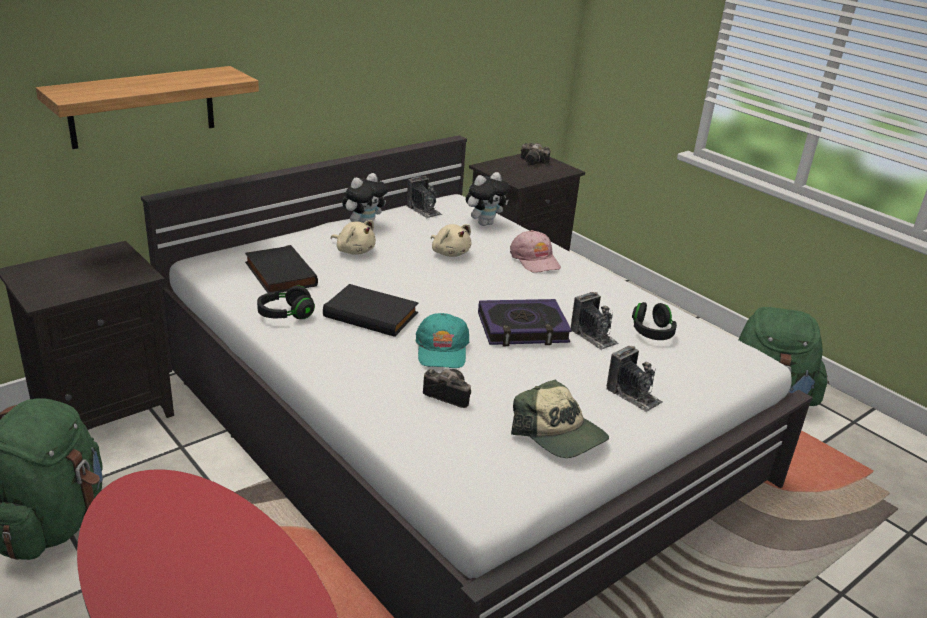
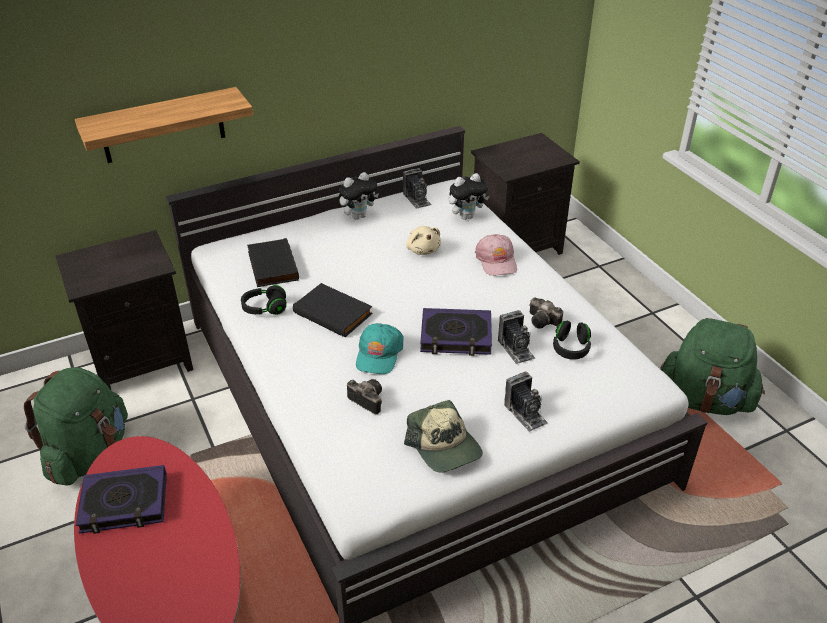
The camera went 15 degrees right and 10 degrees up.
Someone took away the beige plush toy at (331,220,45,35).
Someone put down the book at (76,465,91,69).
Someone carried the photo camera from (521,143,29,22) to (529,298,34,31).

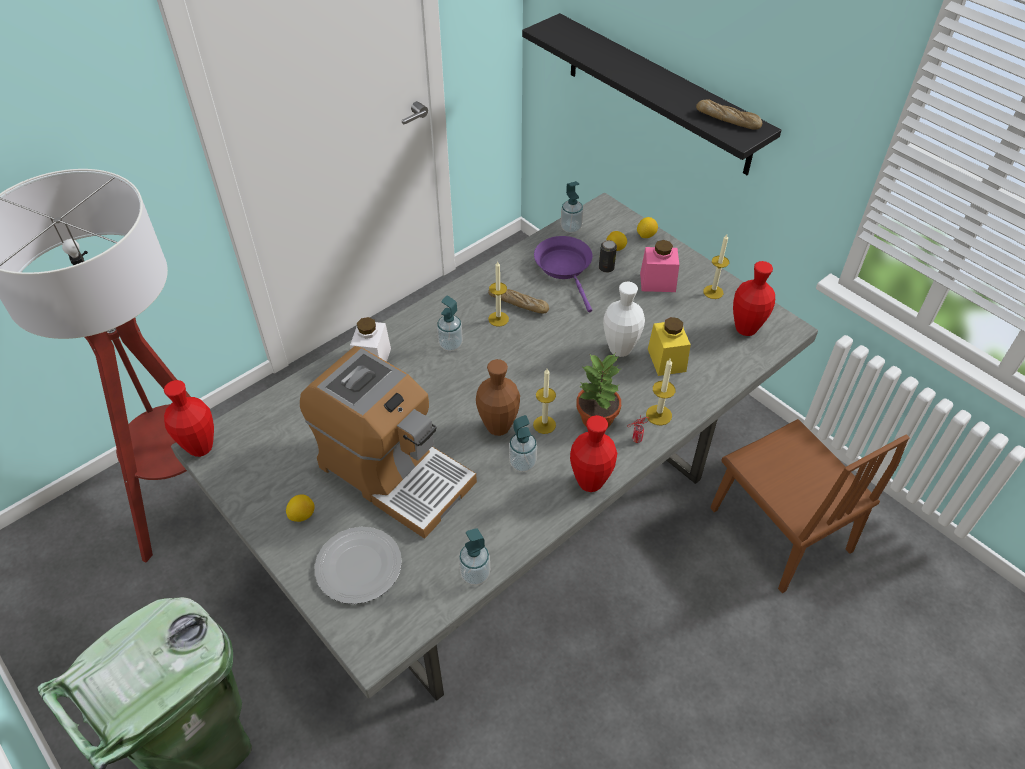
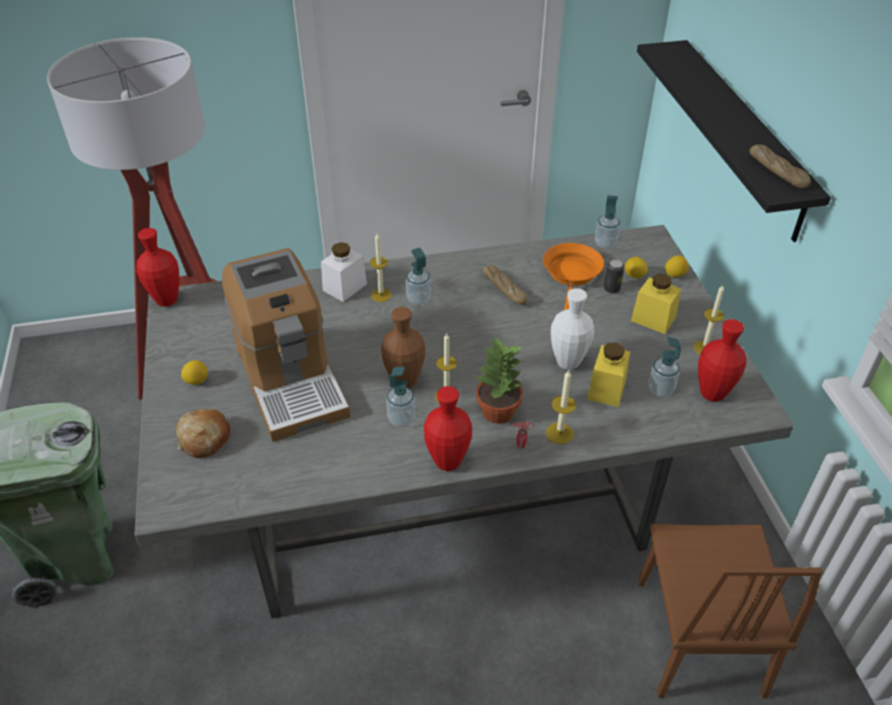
The camera went 30 degrees right and 5 degrees down.
Someone carried the soap dispenser from (459,528,31,57) to (648,337,33,60).
Someone carried the candle from (488,261,21,65) to (370,234,21,68).
Someone swapped the plate at (315,527,87,77) for the bread at (176,409,54,49).
Someone repainted the purple frying pan at (534,236,58,76), which became the orange frying pan at (543,243,61,67).
Someone repainted the pink jar at (640,240,39,52), which became the yellow jar at (631,273,50,61).

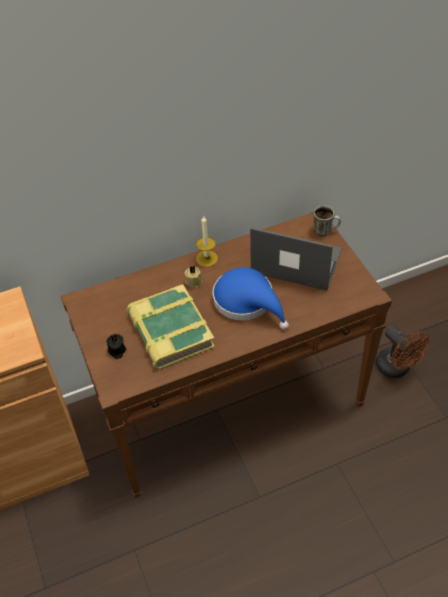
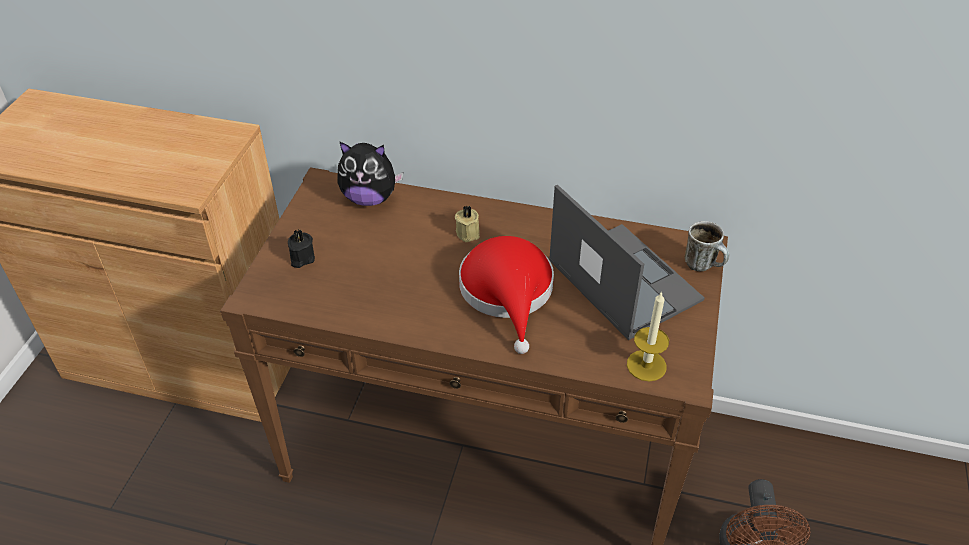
The camera went 35 degrees right and 5 degrees down.
Someone took away the book at (126,284,89,86).
Someone put down the plush toy at (337,141,66,65).
Someone carried the candle from (196,215,22,52) to (627,291,42,91).
Someone repainted the blue hat at (213,267,76,63), which became the red hat at (459,236,95,118).

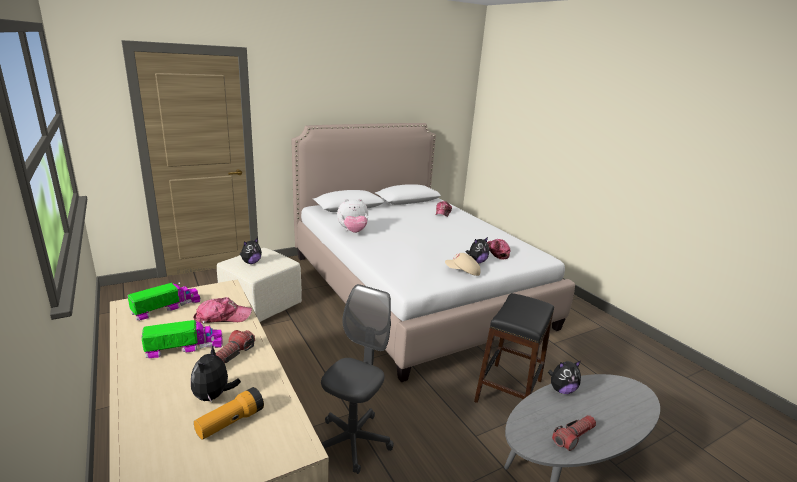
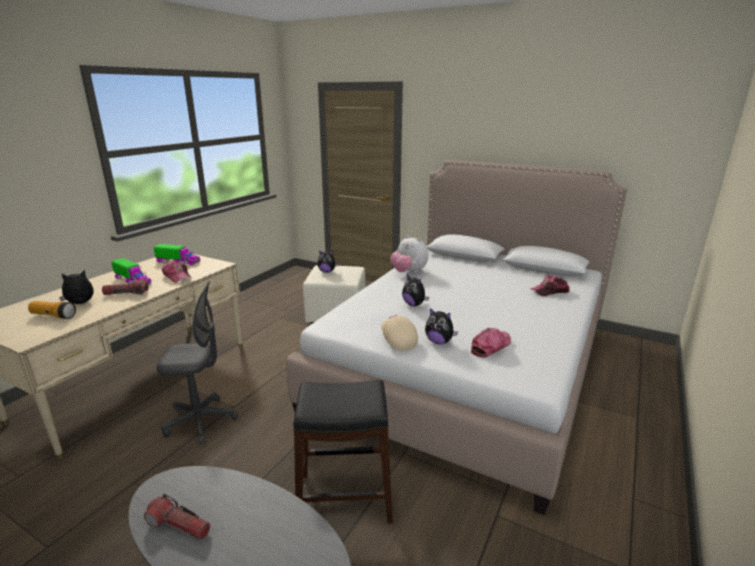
The camera went 60 degrees right and 0 degrees up.
Someone carried the plush toy from (548,361,33,33) to (402,274,27,32).

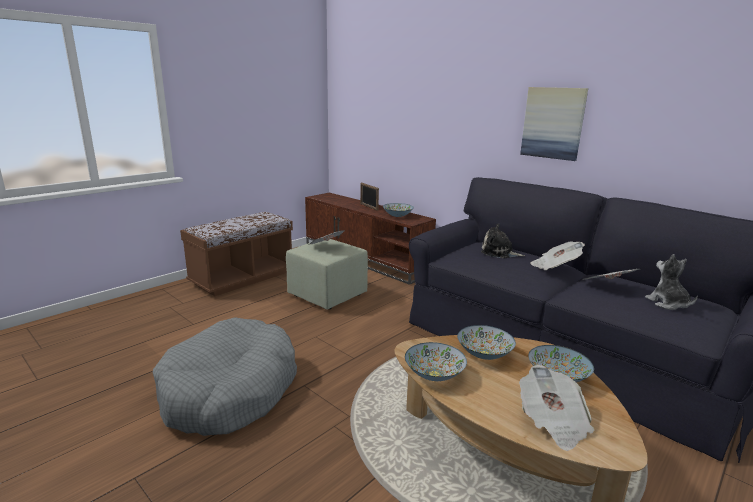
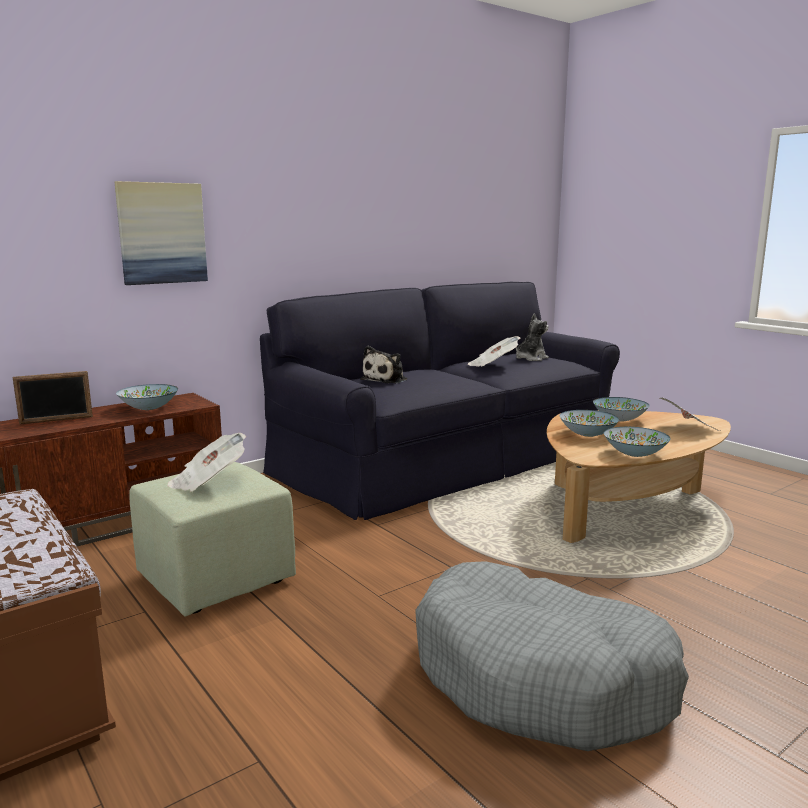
The camera went 80 degrees left and 5 degrees down.
Someone took away the newspaper at (530,241,55,29).
Someone carried the picture from (520,87,68,74) to (114,181,94,104).
Someone rotated the plush toy at (645,254,53,56) by 150 degrees clockwise.

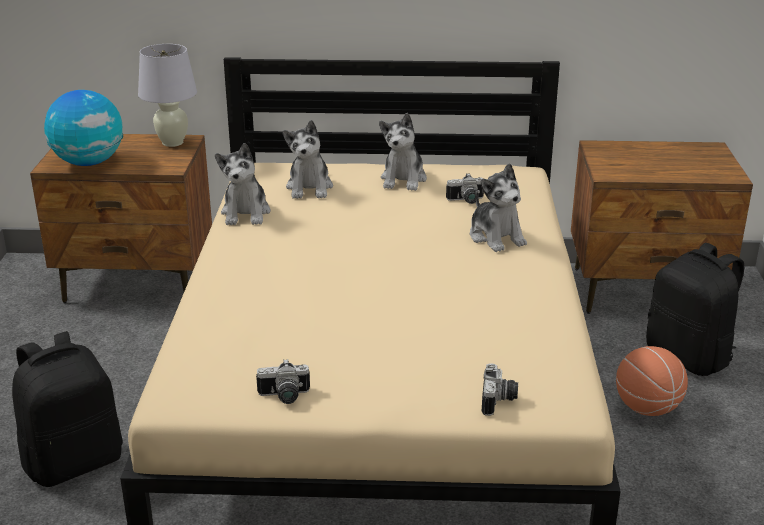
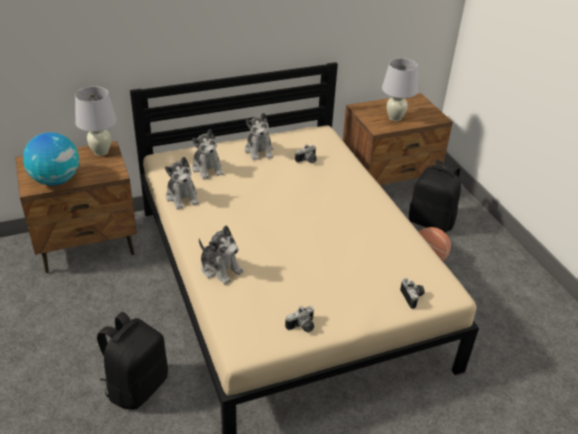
The camera went 25 degrees left and 10 degrees up.
Someone put down the white table lamp at (382,58,36,63).
Someone carried the plush toy from (470,163,57,89) to (199,225,45,60).

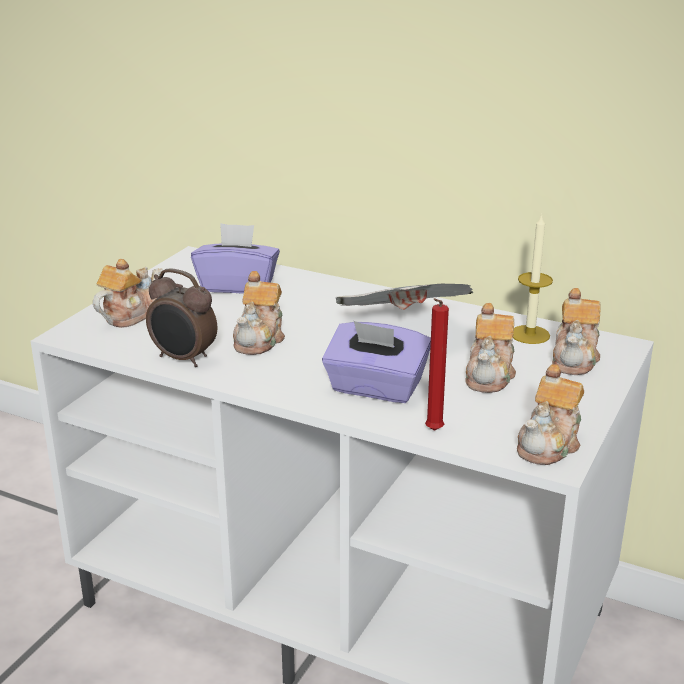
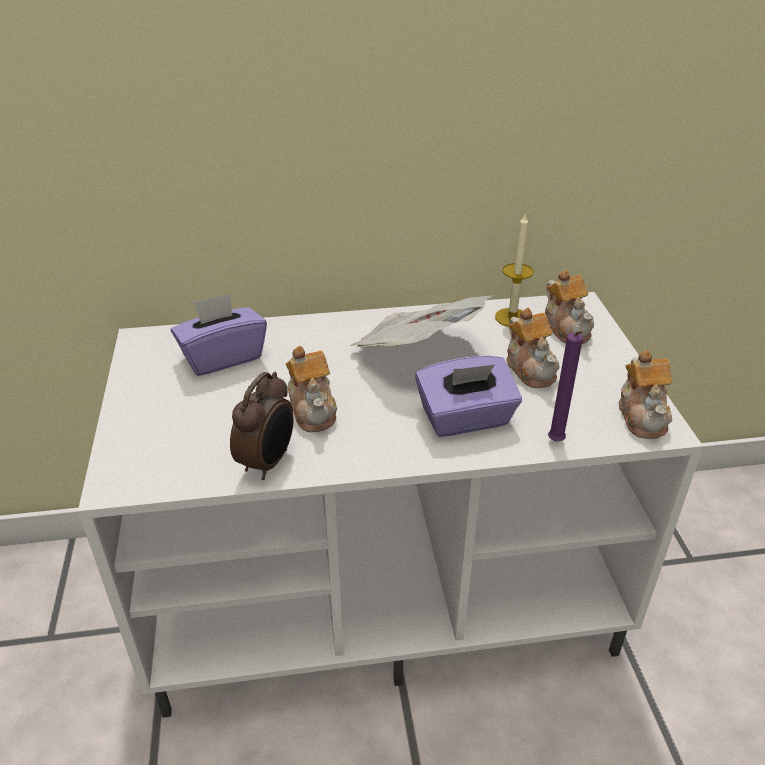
The camera went 35 degrees left and 10 degrees up.
Someone took away the teapot at (93,259,70,69).
Someone repainted the red candle at (425,298,24,133), which became the purple candle at (548,331,35,110).
Someone rotated the alarm clock at (146,268,71,99) by 60 degrees counterclockwise.

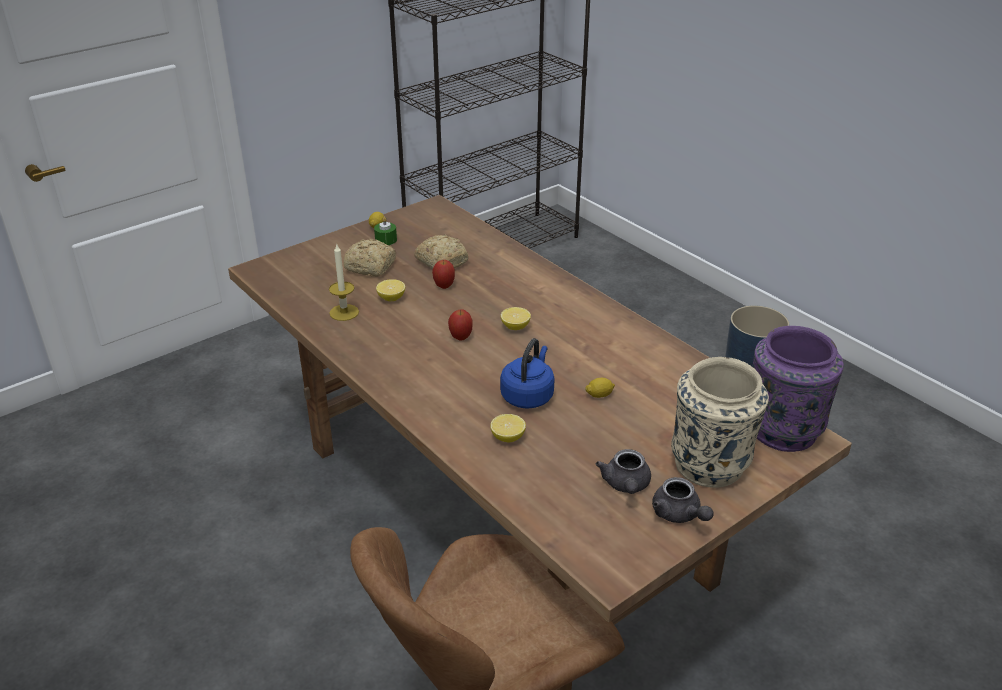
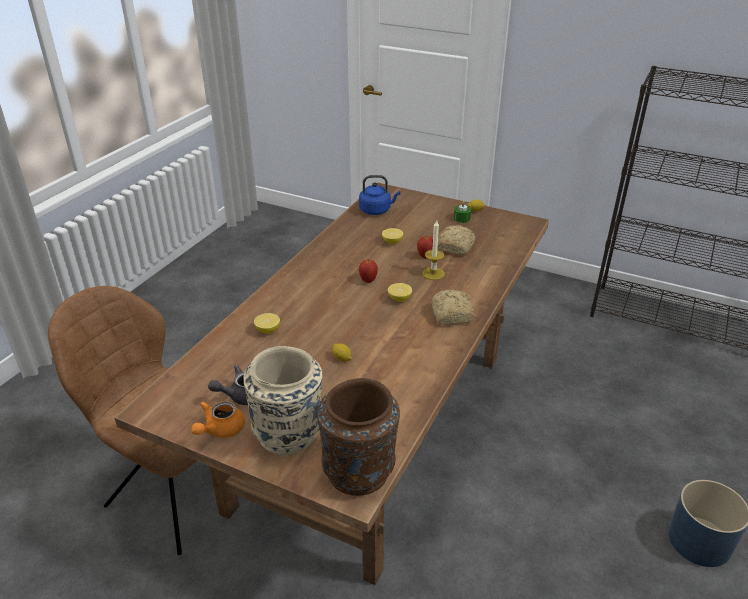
The camera went 65 degrees right and 0 degrees up.
Someone carried the candle from (329,243,30,78) to (422,220,23,60).
Someone carried the bread from (344,239,52,38) to (432,290,43,35).
Someone carried the blue kettle from (500,338,55,71) to (359,175,42,40).
Someone repainted the grey teapot at (652,477,62,46), which became the orange teapot at (191,401,54,37).
Someone repainted the purple vase at (752,326,92,126), which became the brown vase at (317,378,83,118).

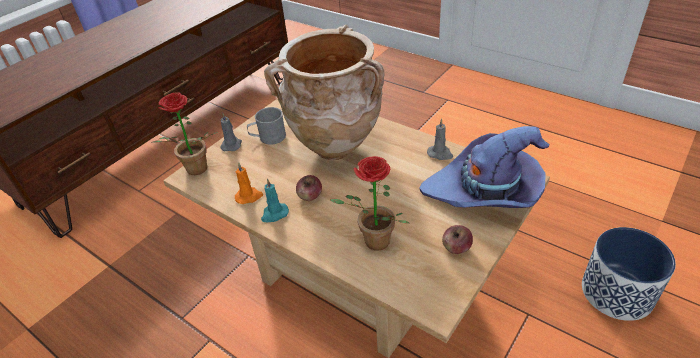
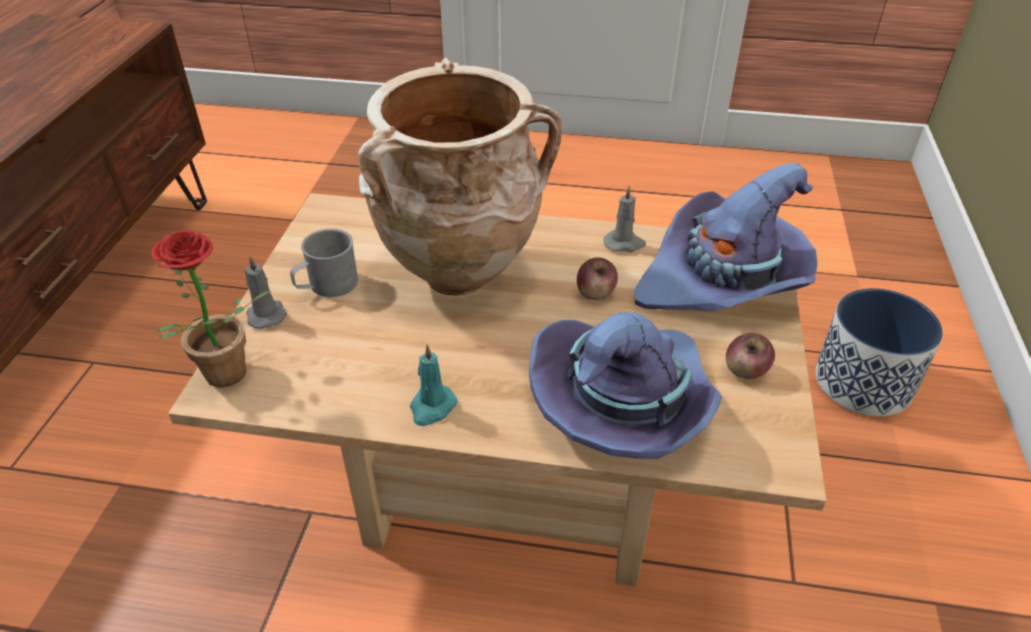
The camera went 30 degrees left and 0 degrees up.
Someone took away the orange candle at (235,162,28,42).
Someone carried the apple from (296,175,26,26) to (577,257,41,43).
Someone swapped the potted plant at (330,156,80,95) for the purple hat at (529,312,193,147).

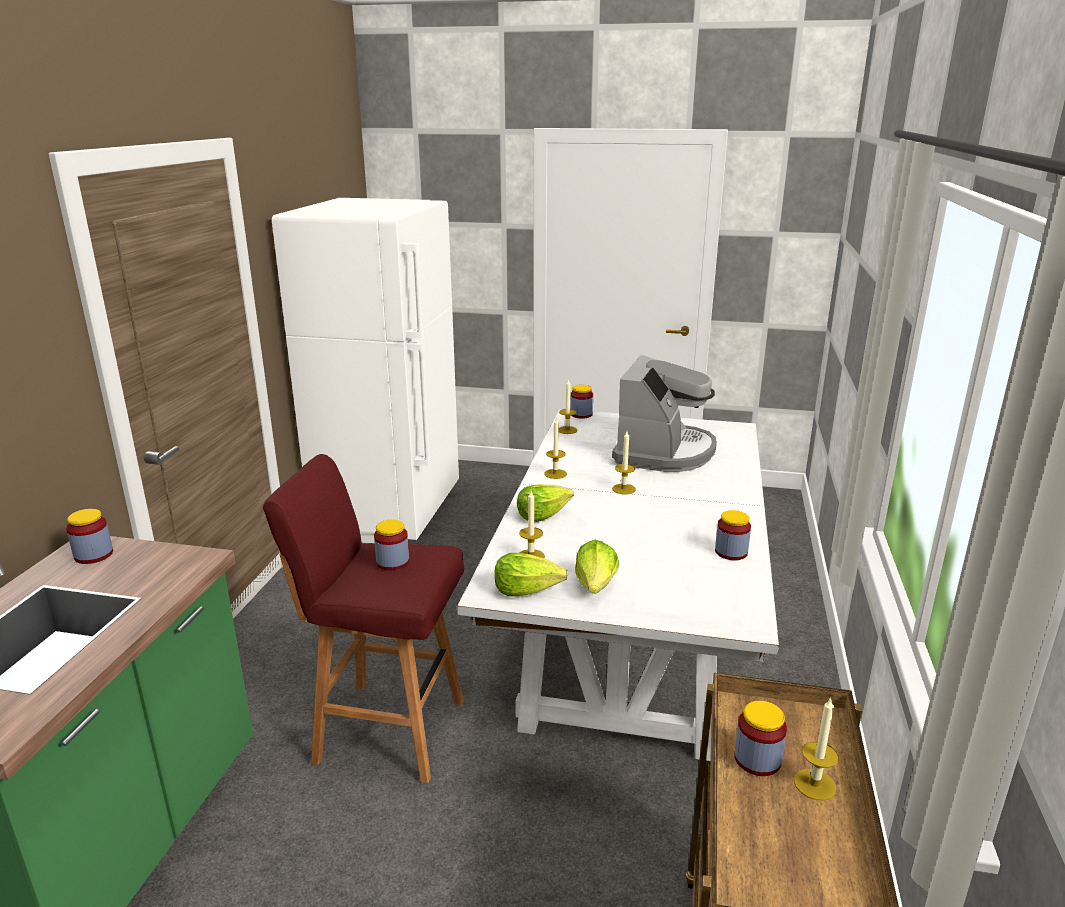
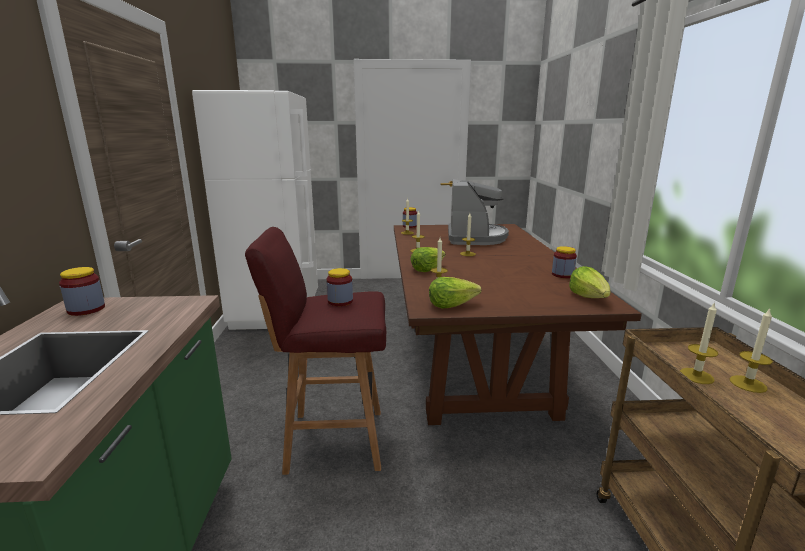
The camera went 15 degrees left and 5 degrees down.
Someone carried the lettuce from (575,540,44,53) to (569,266,42,32).
Someone swapped the jar at (734,701,53,75) for the candle at (680,302,38,82).
Someone repainted the white dining table at (457,409,322,352), which became the brown dining table at (394,224,248,201).

